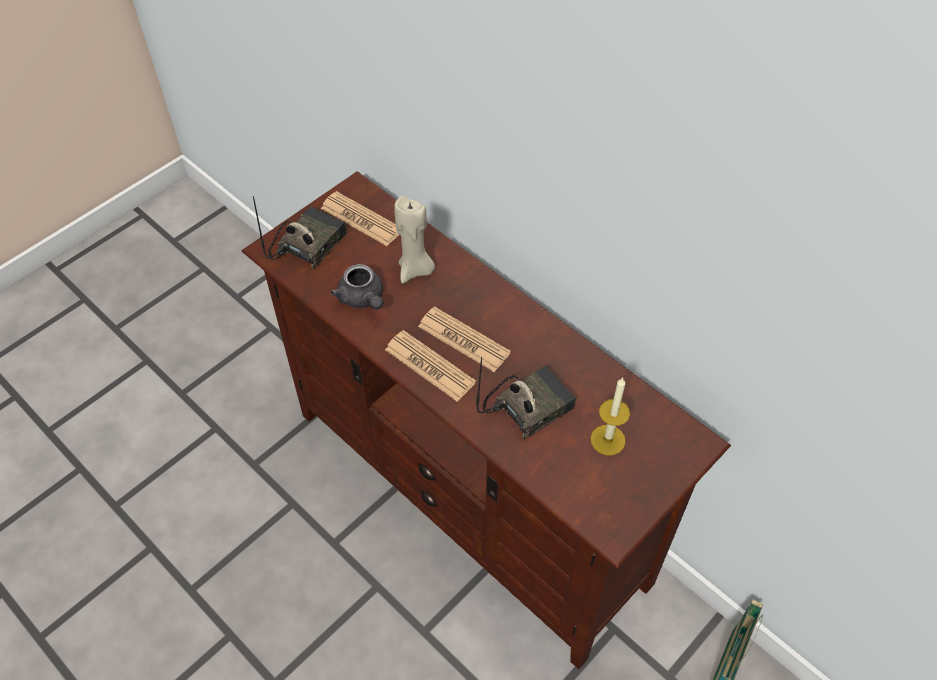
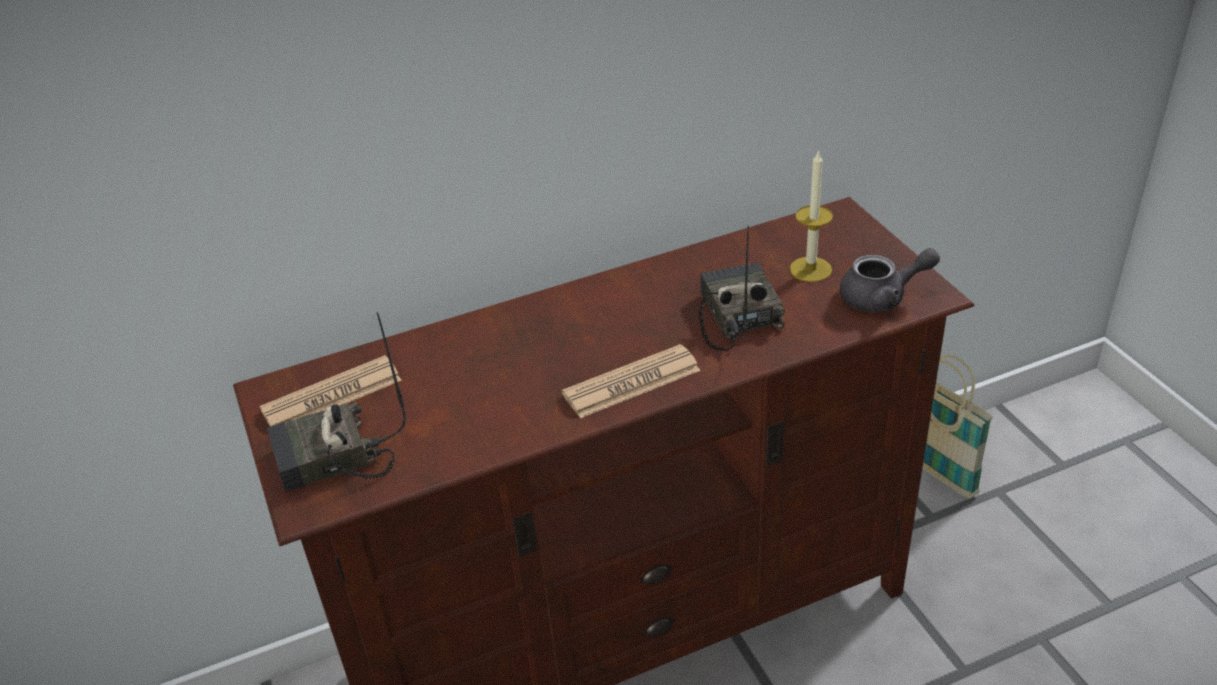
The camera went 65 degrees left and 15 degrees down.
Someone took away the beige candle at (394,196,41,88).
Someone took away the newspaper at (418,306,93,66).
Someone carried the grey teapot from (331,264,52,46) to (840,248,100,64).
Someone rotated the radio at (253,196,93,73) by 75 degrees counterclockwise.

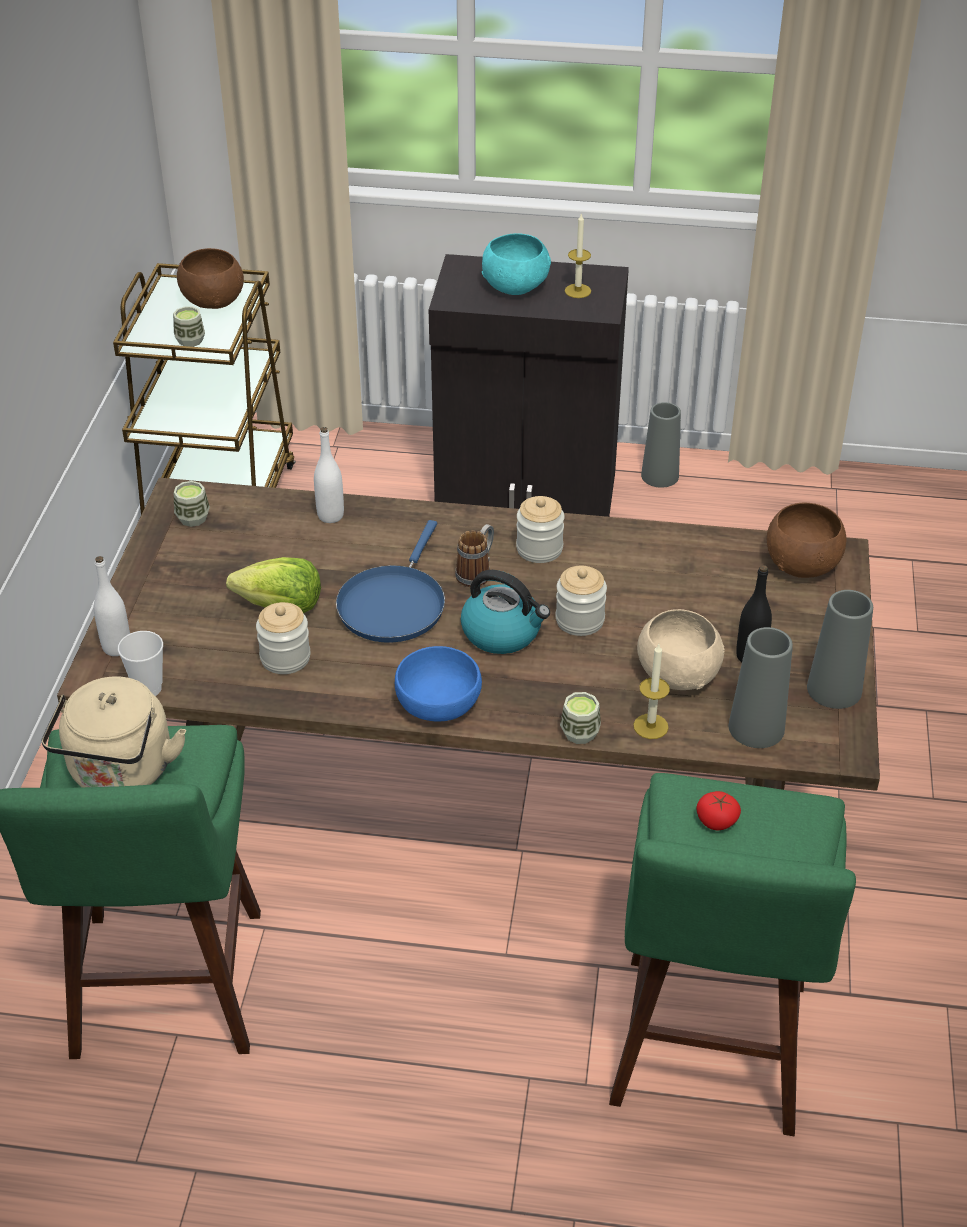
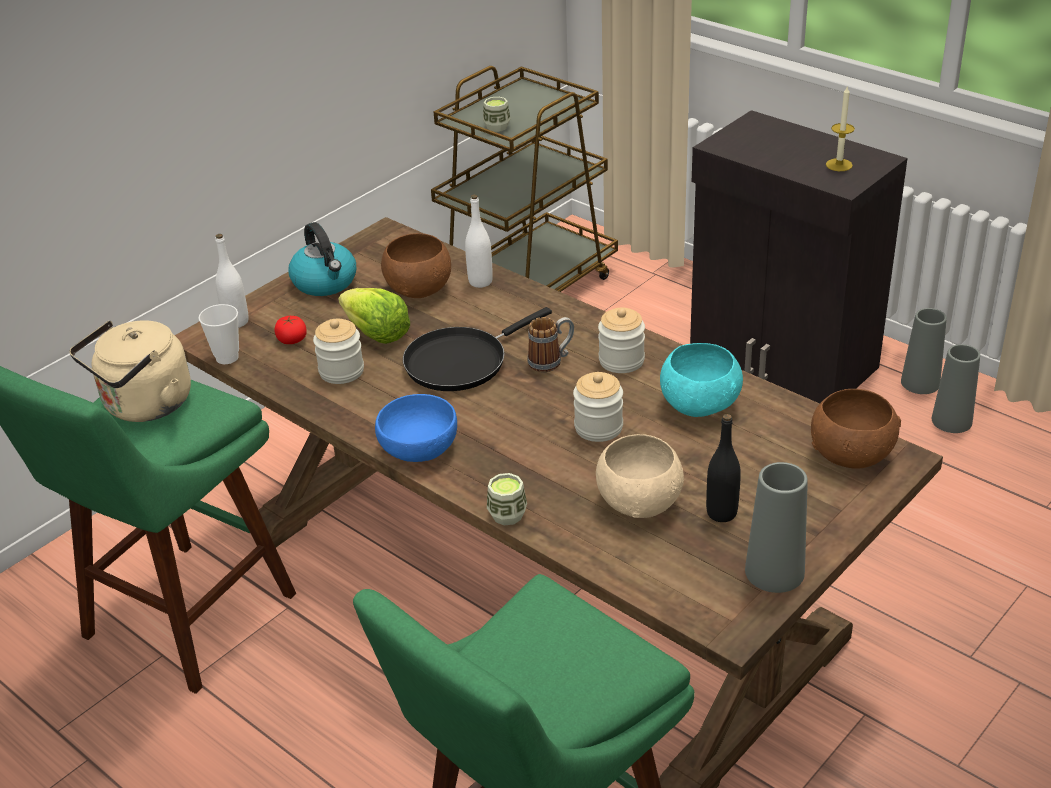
The camera went 35 degrees right and 5 degrees down.
Someone took away the cup at (174,481,36,46).
Someone took away the candle at (633,644,37,95).
Someone carried the brown bowl from (177,248,67,61) to (381,233,70,65).
Someone carried the kettle from (461,570,89,84) to (289,222,67,74).
Someone carried the turquoise bowl from (482,233,69,62) to (660,343,83,74).
Someone carried the tomato from (696,791,45,39) to (274,316,33,28).
Someone carried the grey vase from (729,627,64,121) to (932,344,48,89).
Someone repainted the blue frying pan at (336,520,109,123), which became the black frying pan at (403,307,149,84).

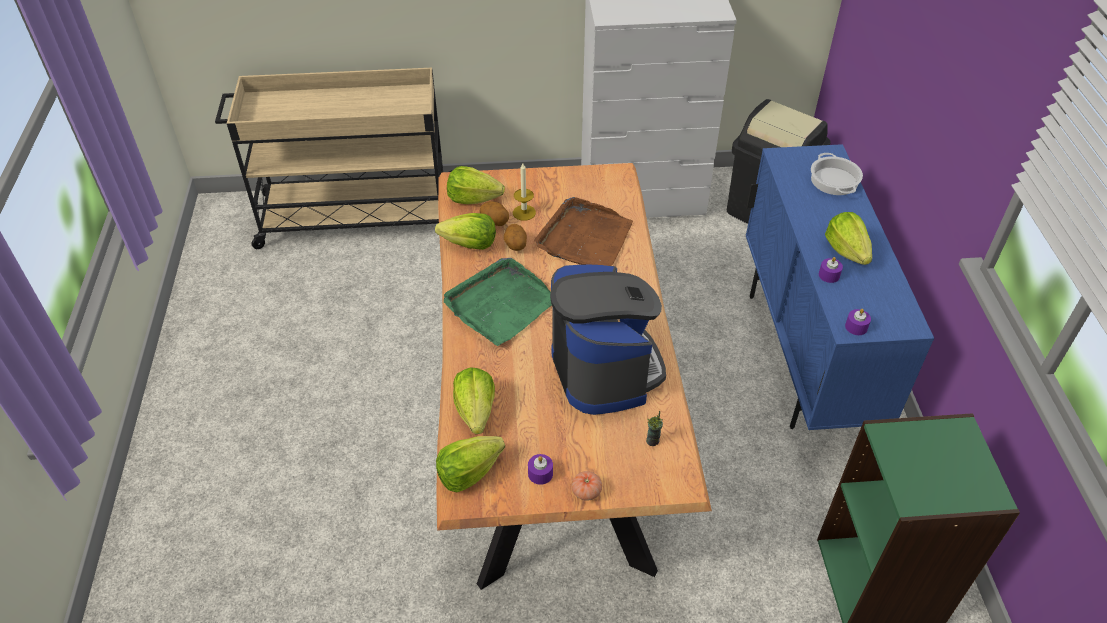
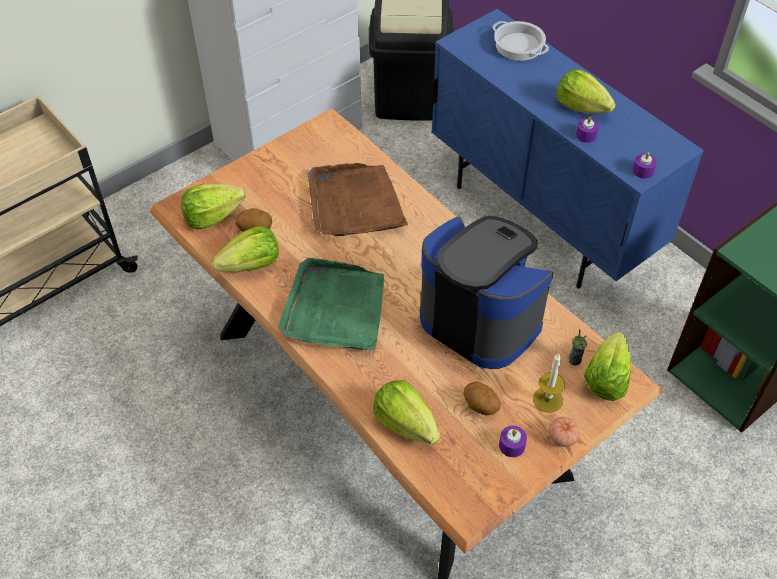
The camera went 35 degrees left and 5 degrees up.
Someone carried the lettuce from (436,436,69,56) to (584,332,47,69).
Someone carried the potato from (504,224,23,27) to (464,382,36,34).
Someone carried the candle from (513,163,23,58) to (533,354,32,59).

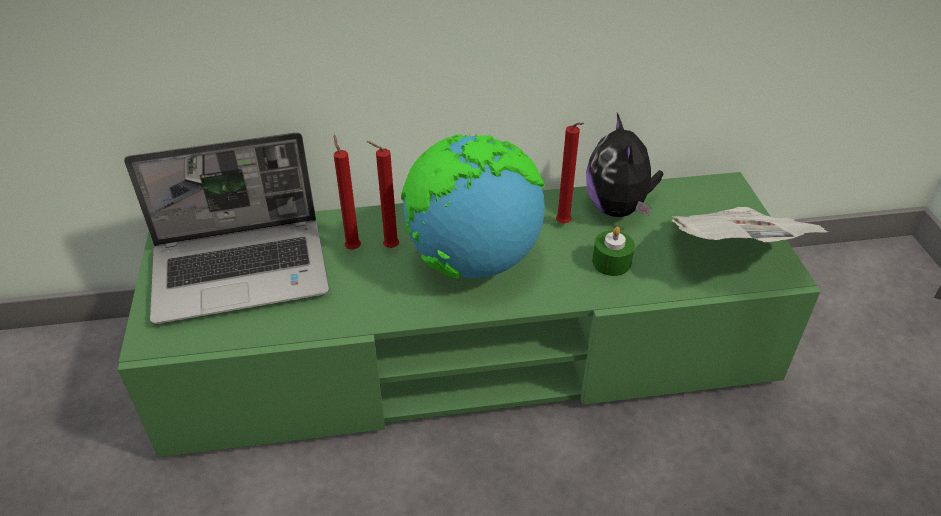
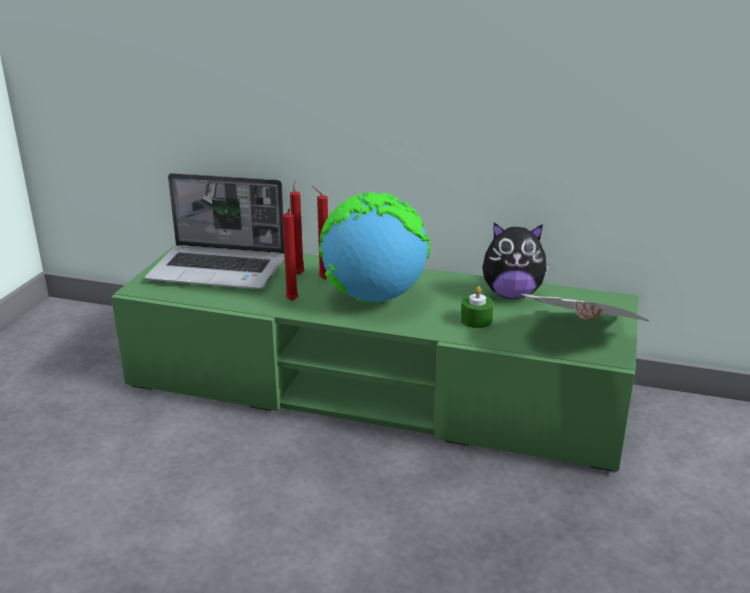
The camera went 25 degrees right and 15 degrees down.
Someone carried the red candle from (556,123,28,101) to (282,208,16,93).
Someone rotated the plush toy at (586,113,77,104) by 105 degrees counterclockwise.

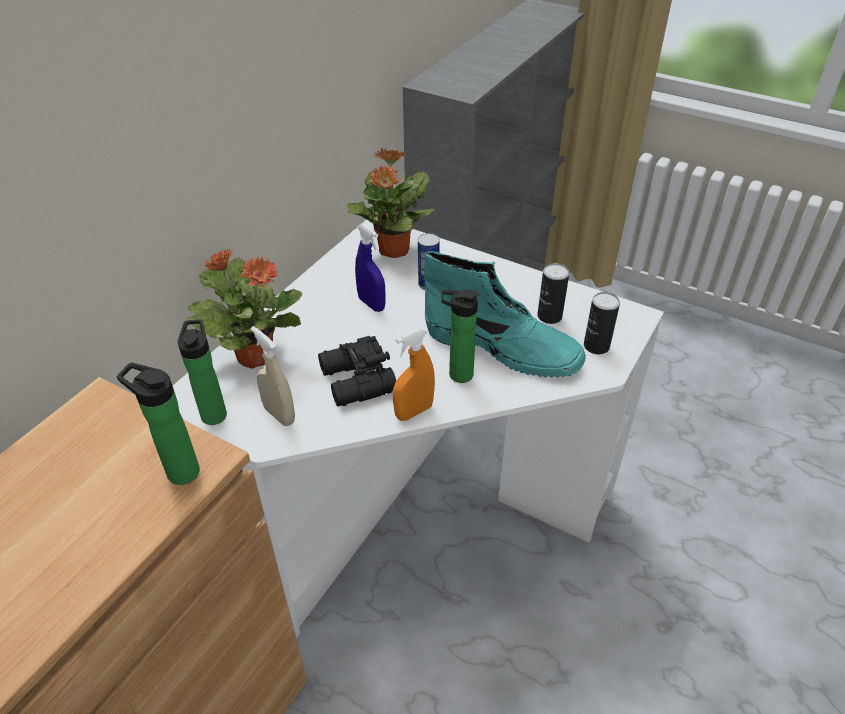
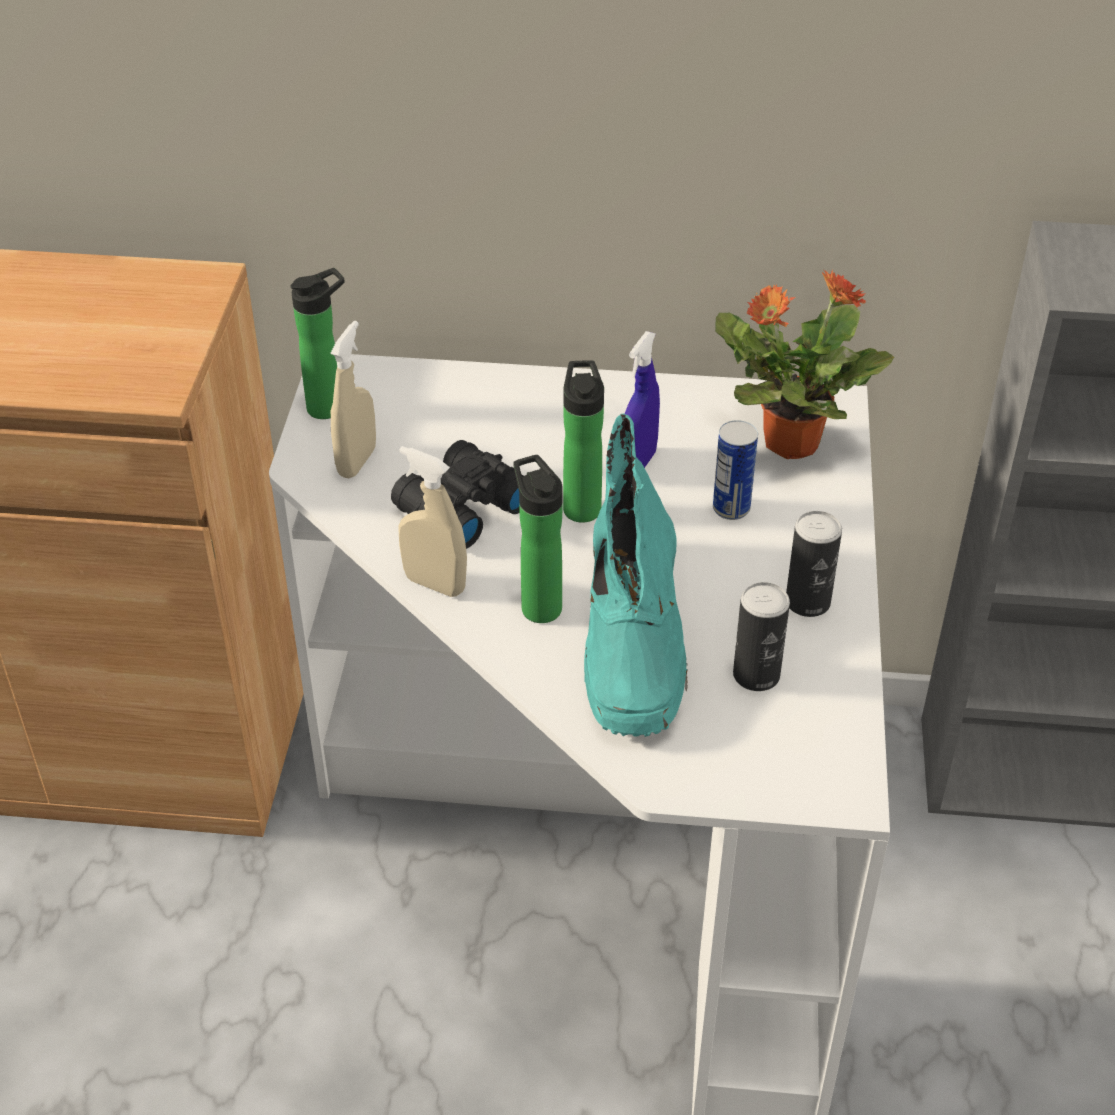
The camera went 65 degrees right and 0 degrees up.
Someone took away the potted plant at (187,248,116,121).
Someone carried the bottle from (117,362,83,123) to (563,360,41,163).
Someone carried the can from (584,292,36,62) to (786,511,56,106).
Someone repainted the orange spray bottle at (393,328,42,93), which became the beige spray bottle at (398,446,69,151).

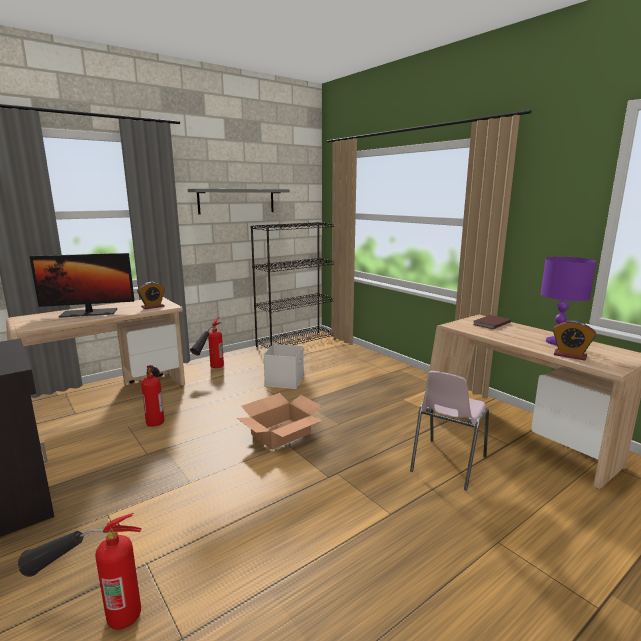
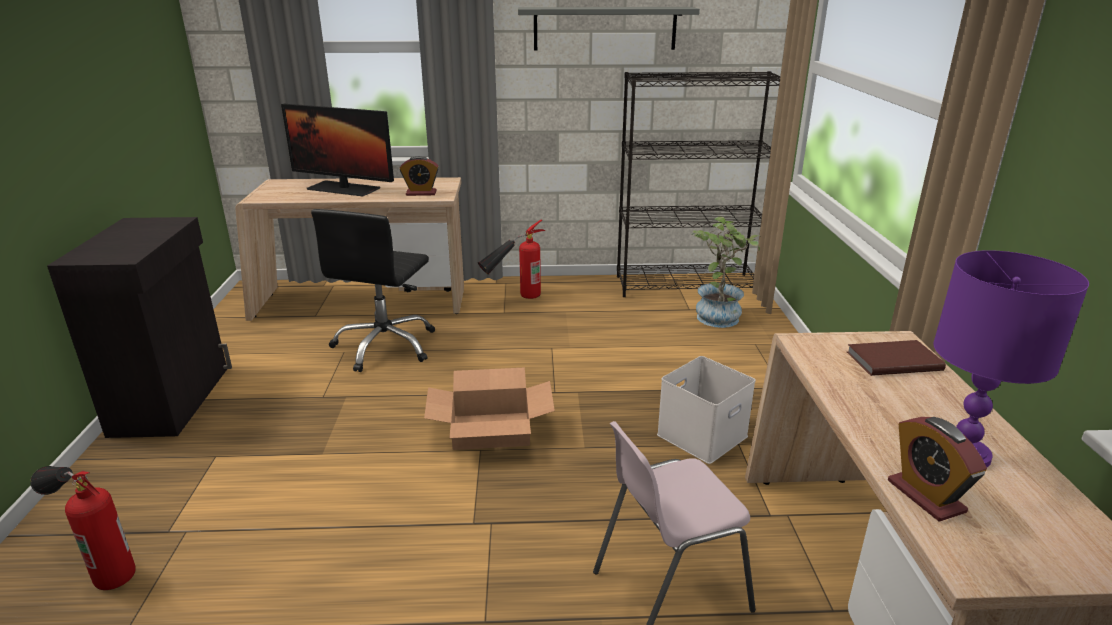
The camera went 35 degrees right and 10 degrees up.
Someone put down the potted plant at (691,216,70,112).
Someone carried the white storage box from (263,344,41,45) to (657,356,99,108).
Someone swapped the fire extinguisher at (141,365,23,62) for the black office chair at (311,209,124,163).

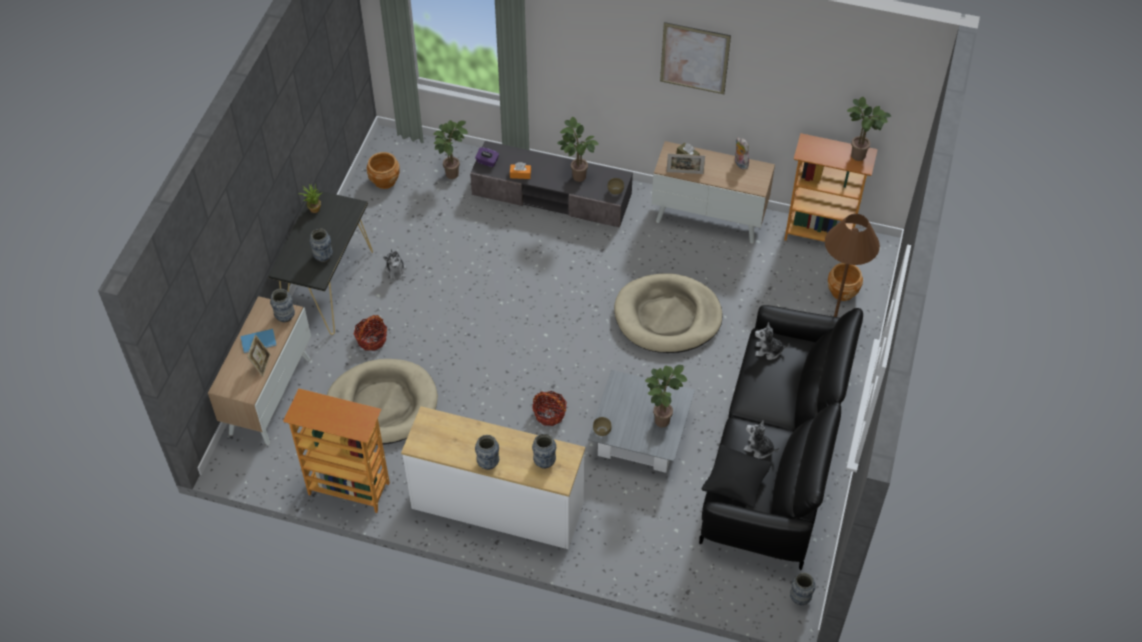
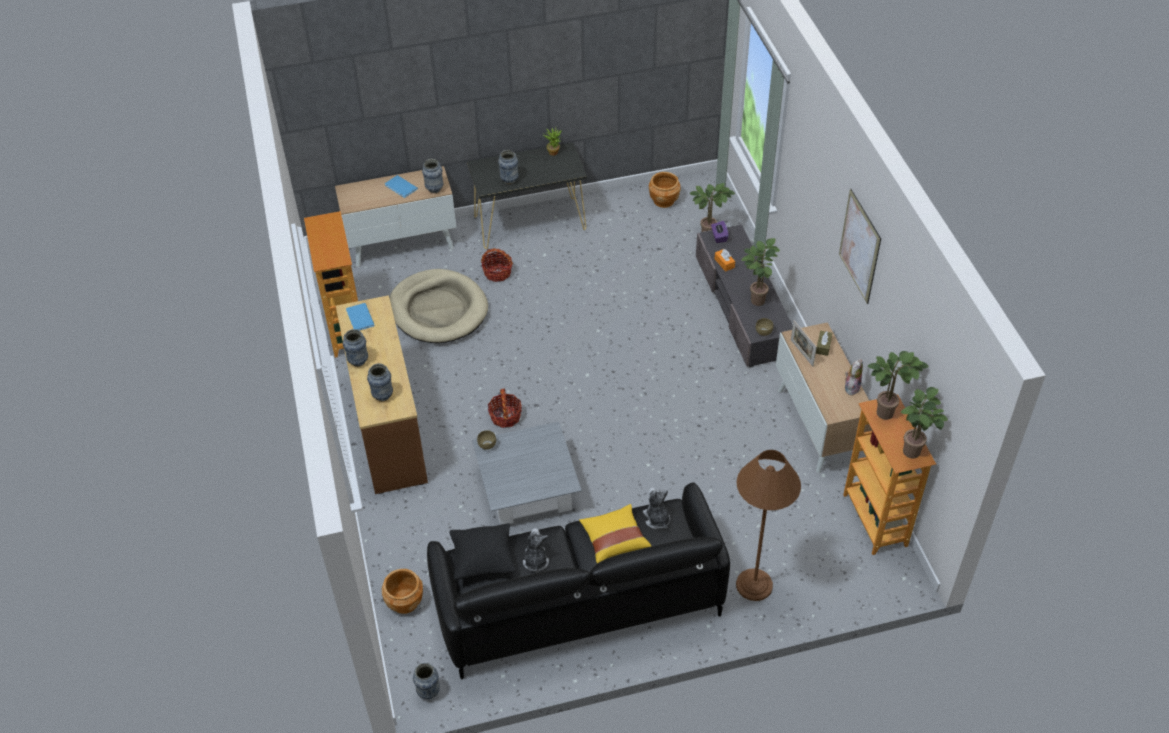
The camera went 60 degrees right and 5 degrees down.
Someone took away the picture frame at (247,335,23,42).
Someone took away the plush toy at (383,249,23,32).
Someone took away the beige dog bed at (614,273,108,80).
Someone put down the blue book at (346,303,29,28).
Someone put down the yellow pillow at (579,504,73,60).
Someone carried the potted plant from (645,365,42,63) to (868,351,61,69).
Someone carried the brown planter from (828,263,35,38) to (382,569,41,45).
Someone repainted the white dresser at (401,406,184,143), which became the brown dresser at (336,295,92,199).

